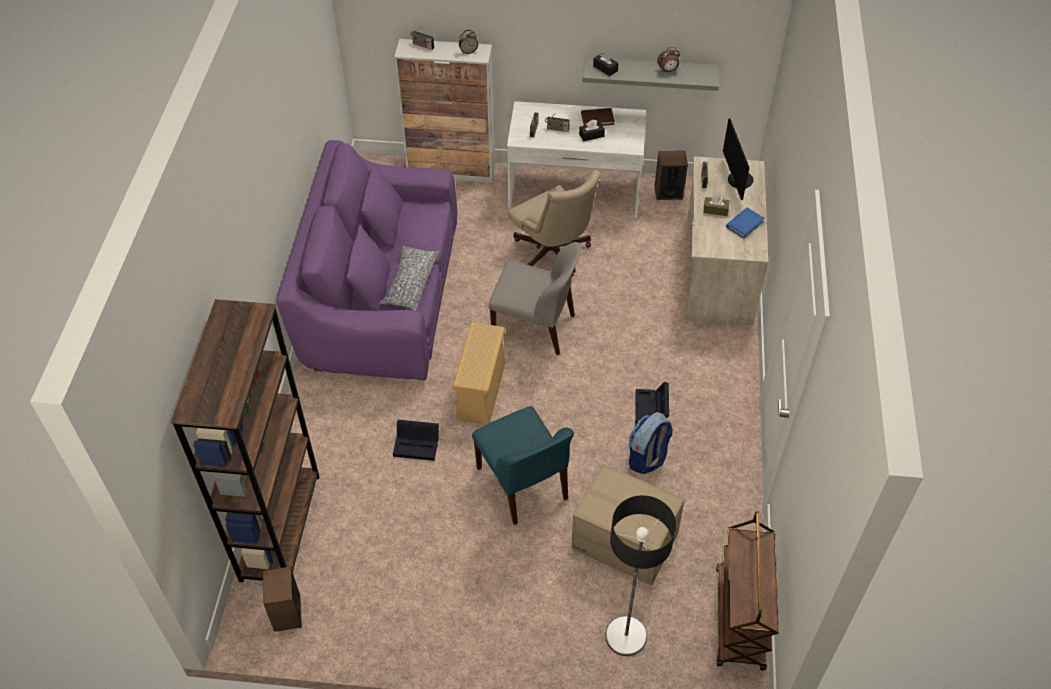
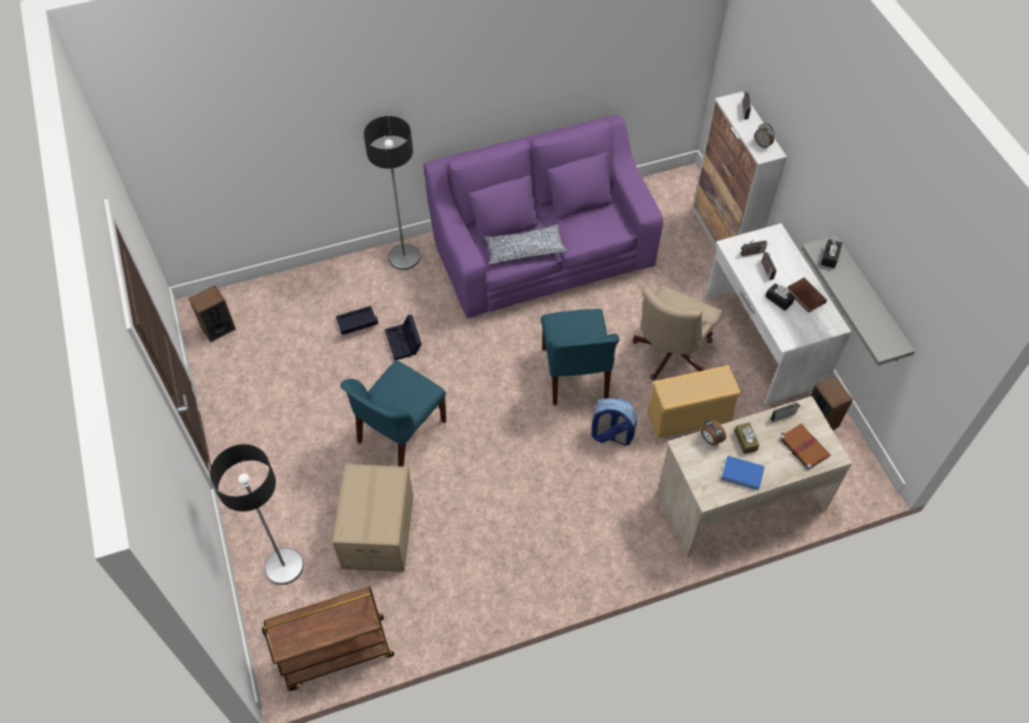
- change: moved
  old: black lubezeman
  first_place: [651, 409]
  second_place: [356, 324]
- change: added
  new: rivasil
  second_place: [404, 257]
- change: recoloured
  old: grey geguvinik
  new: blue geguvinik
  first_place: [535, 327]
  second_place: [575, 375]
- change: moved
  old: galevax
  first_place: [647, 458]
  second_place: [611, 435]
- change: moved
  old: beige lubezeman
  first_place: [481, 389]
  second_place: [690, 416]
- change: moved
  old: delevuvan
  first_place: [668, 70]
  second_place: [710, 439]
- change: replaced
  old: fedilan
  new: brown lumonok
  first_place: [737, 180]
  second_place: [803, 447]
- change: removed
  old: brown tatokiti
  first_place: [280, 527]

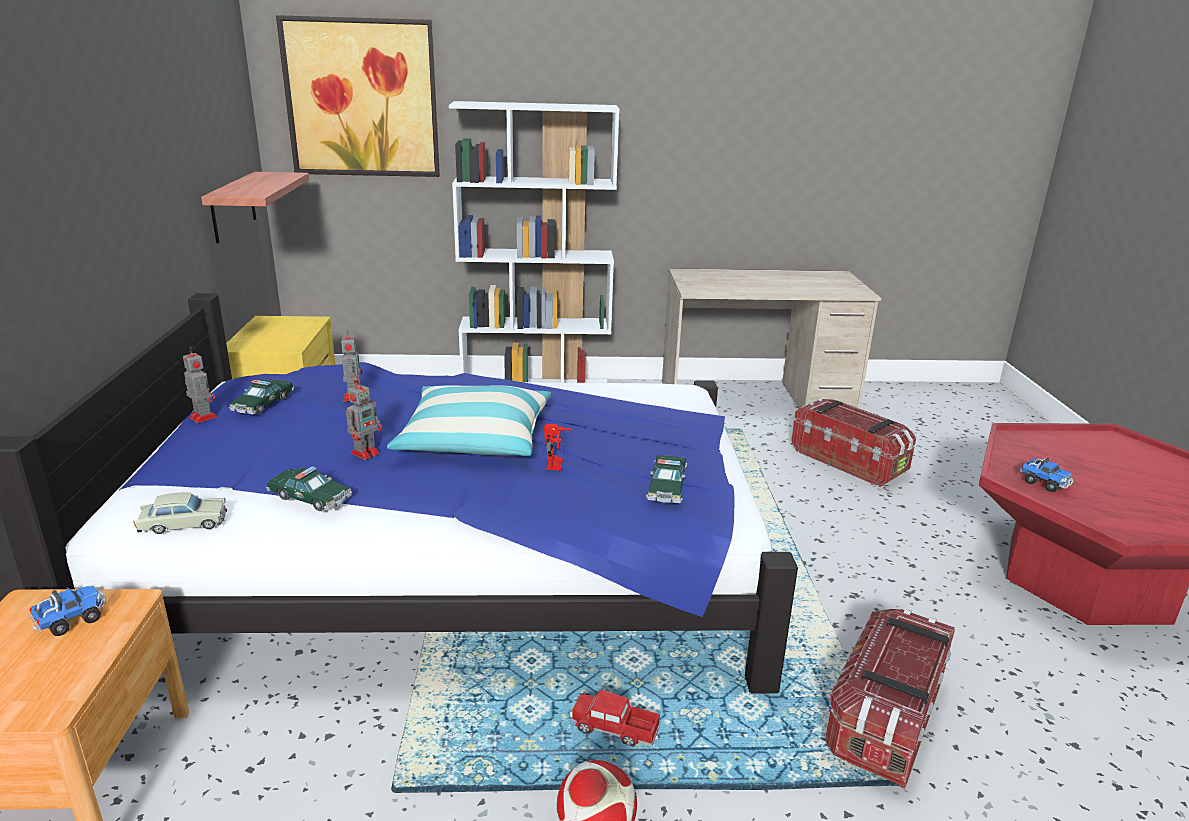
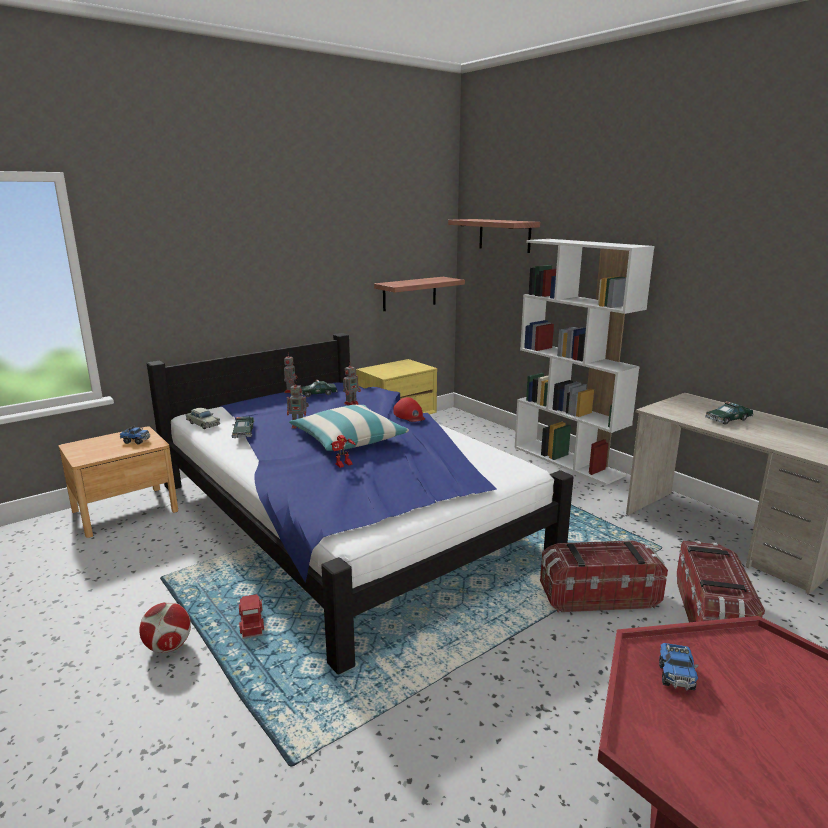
- change: added
  new: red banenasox
  second_place: [409, 415]
- change: replaced
  old: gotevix
  new: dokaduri
  first_place: [362, 98]
  second_place: [504, 235]
- change: moved
  old: lubezeman
  first_place: [885, 719]
  second_place: [598, 595]
- change: moved
  old: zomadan
  first_place: [667, 487]
  second_place: [728, 419]

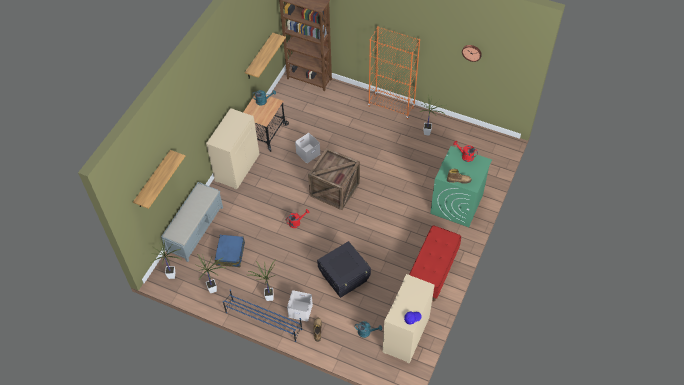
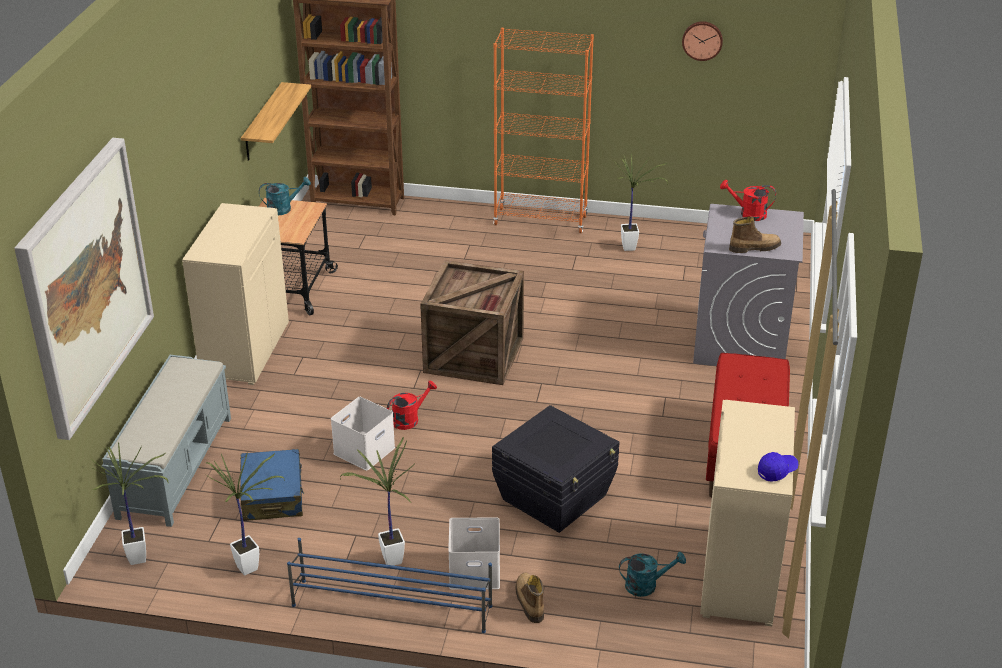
- change: replaced
  old: dokaduri
  new: gotevix
  first_place: [153, 180]
  second_place: [85, 285]
- change: moved
  old: white lubezeman
  first_place: [308, 153]
  second_place: [364, 449]
- change: recoloured
  old: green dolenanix
  new: grey dolenanix
  first_place: [457, 204]
  second_place: [740, 342]

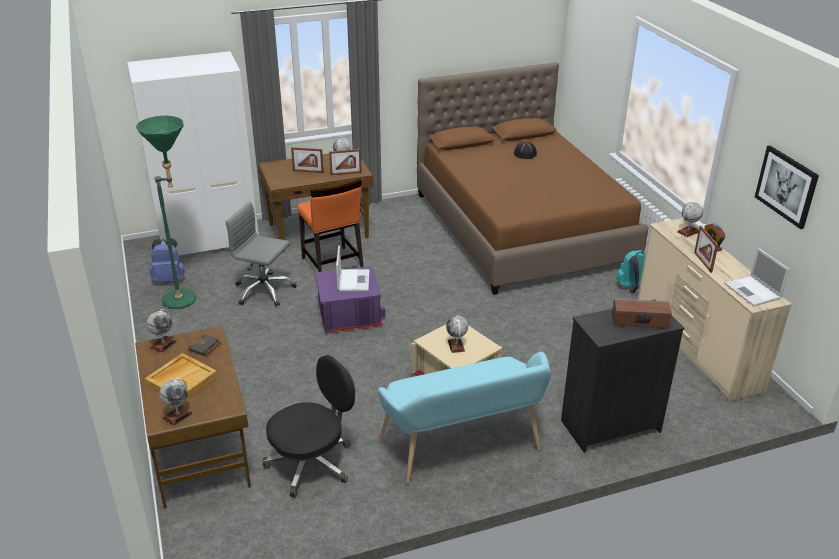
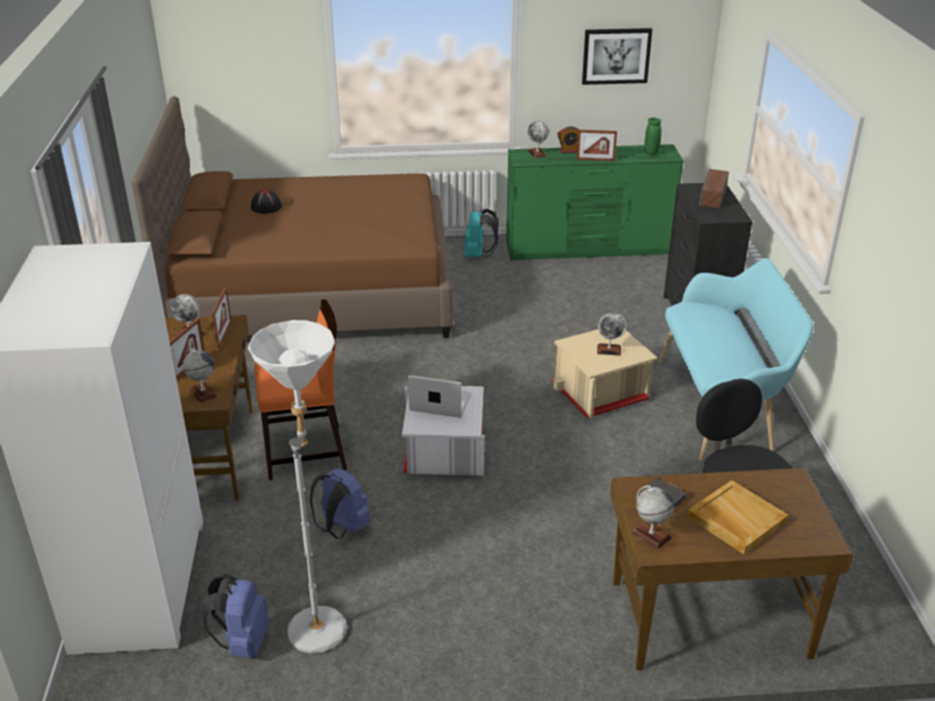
- change: moved
  old: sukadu
  first_place: [178, 415]
  second_place: [203, 393]
- change: recoloured
  old: green rivasil
  new: white rivasil
  first_place: [187, 299]
  second_place: [320, 621]
- change: replaced
  old: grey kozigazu
  new: blue galevax
  first_place: [264, 291]
  second_place: [341, 528]
- change: recoloured
  old: purple lubezeman
  new: white lubezeman
  first_place: [348, 315]
  second_place: [443, 453]
- change: recoloured
  old: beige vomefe
  new: green vomefe
  first_place: [696, 347]
  second_place: [588, 249]
- change: replaced
  old: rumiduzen
  new: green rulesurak
  first_place: [753, 291]
  second_place: [651, 152]

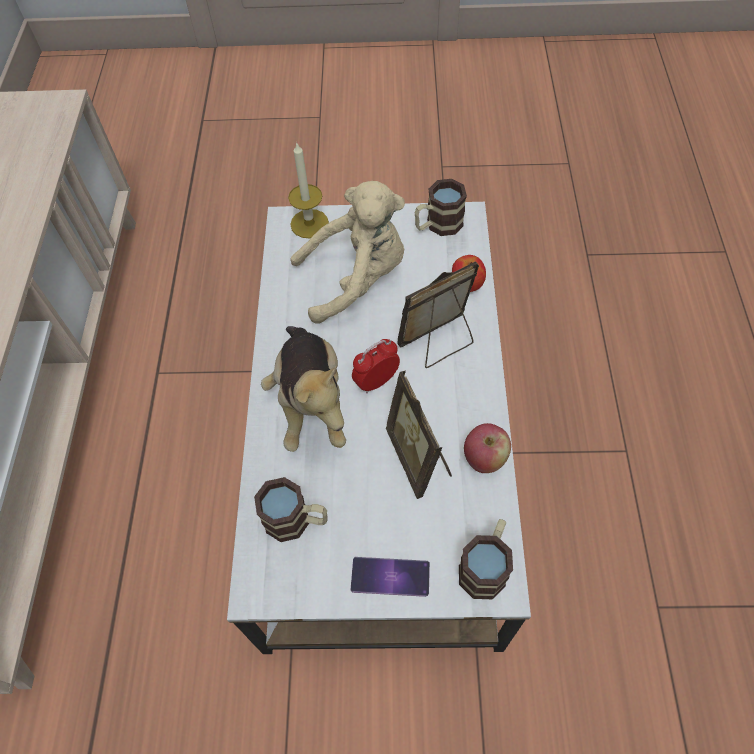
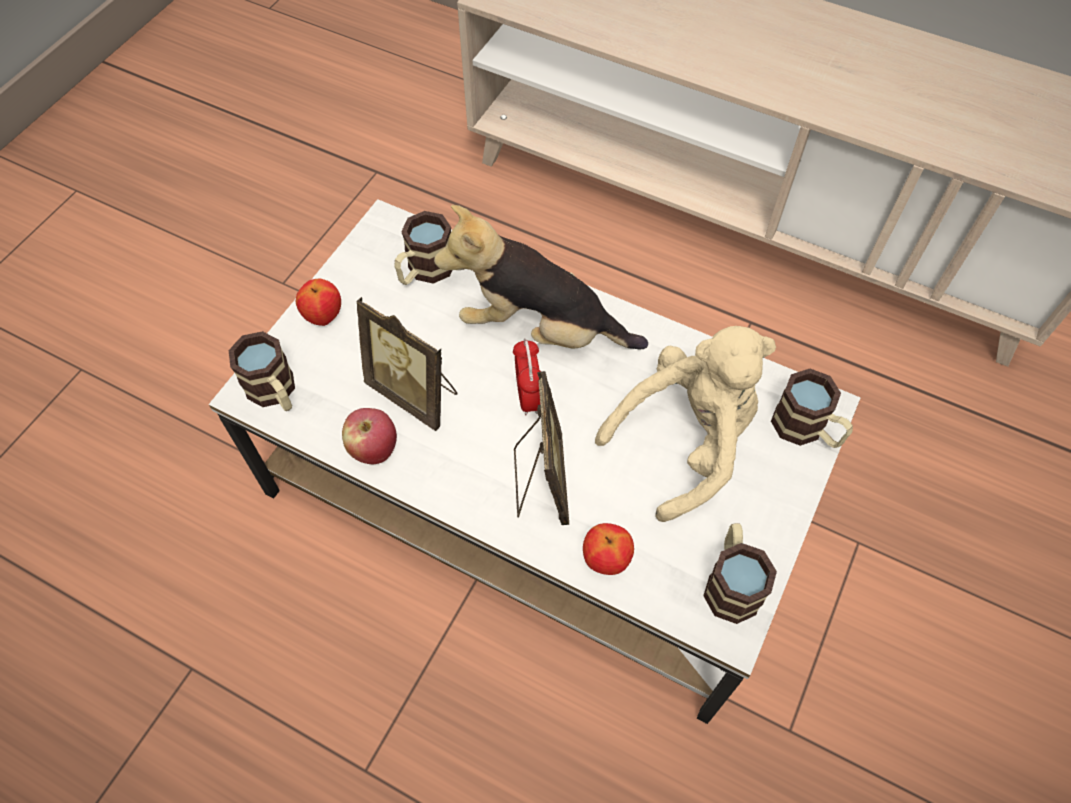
- change: replaced
  old: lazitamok
  new: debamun
  first_place: [390, 576]
  second_place: [324, 317]
- change: turned
  old: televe
  first_place: [420, 458]
  second_place: [415, 393]
  degrees: -150
- change: turned
  old: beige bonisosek
  first_place: [356, 278]
  second_place: [685, 442]
  degrees: -135
- change: replaced
  old: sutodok
  new: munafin
  first_place: [309, 223]
  second_place: [806, 430]

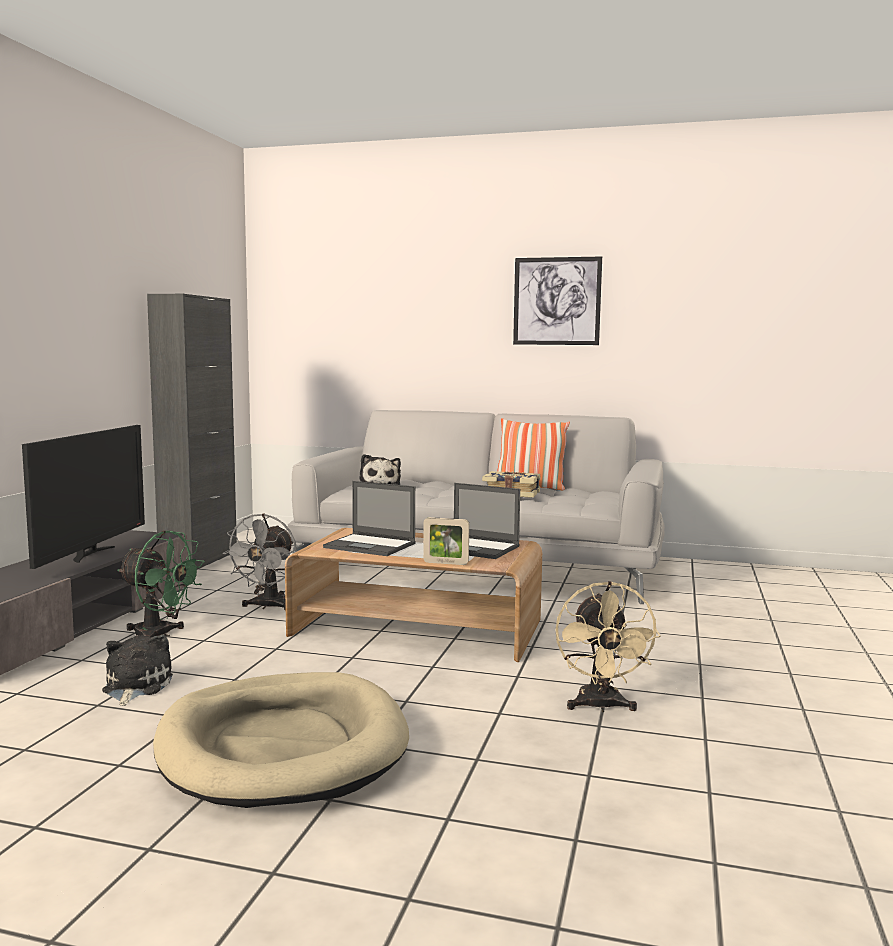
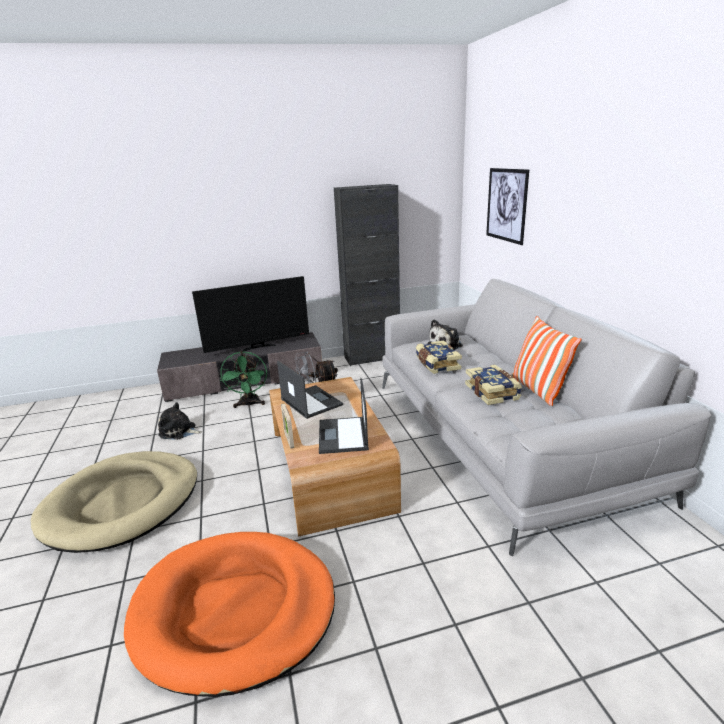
- change: replaced
  old: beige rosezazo
  new: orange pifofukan
  first_place: [601, 706]
  second_place: [234, 611]
- change: turned
  old: bonisosek
  first_place: [135, 686]
  second_place: [179, 431]
  degrees: -135
- change: turned
  old: rumiduzen
  first_place: [371, 545]
  second_place: [310, 402]
  degrees: 150
- change: added
  new: lumonok
  second_place: [436, 364]
- change: moved
  old: gotevix
  first_place: [557, 301]
  second_place: [506, 205]

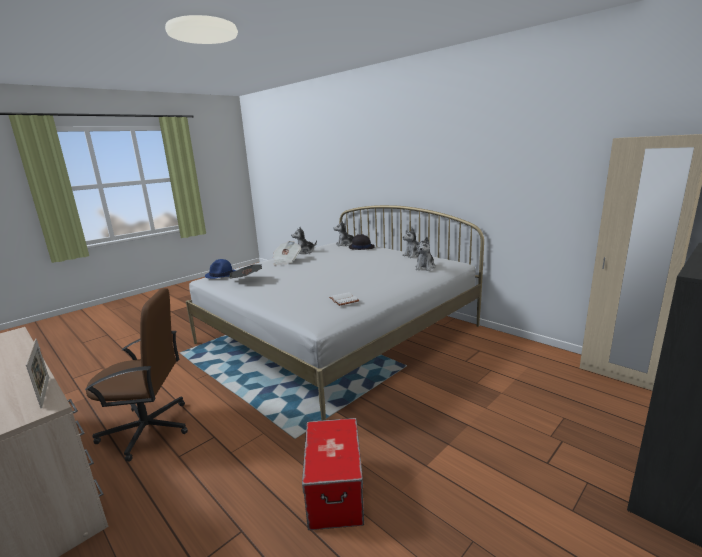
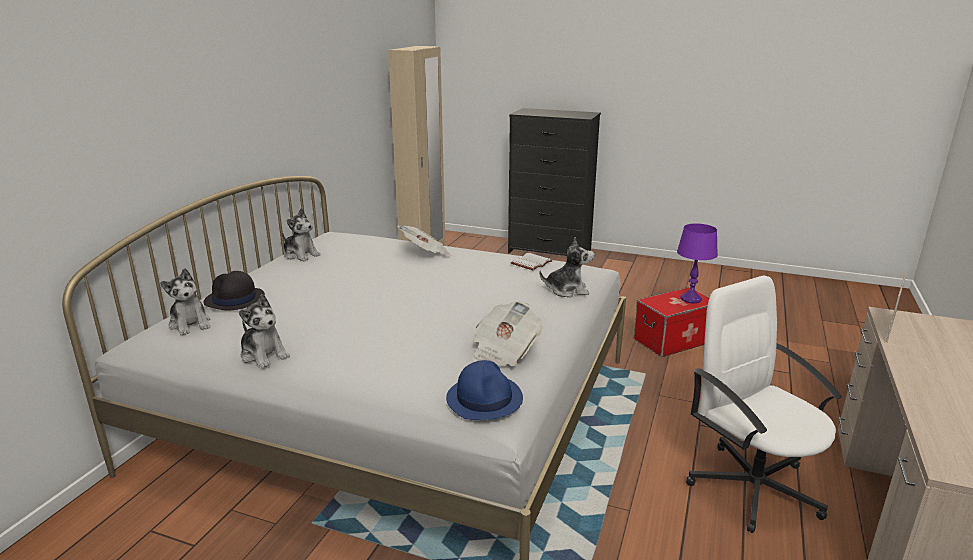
- change: moved
  old: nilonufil
  first_place: [286, 261]
  second_place: [425, 253]
- change: moved
  old: bonisosek
  first_place: [425, 267]
  second_place: [567, 290]
- change: added
  new: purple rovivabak
  second_place: [690, 299]
- change: recoloured
  old: brown kozigazu
  new: white kozigazu
  first_place: [148, 429]
  second_place: [752, 486]

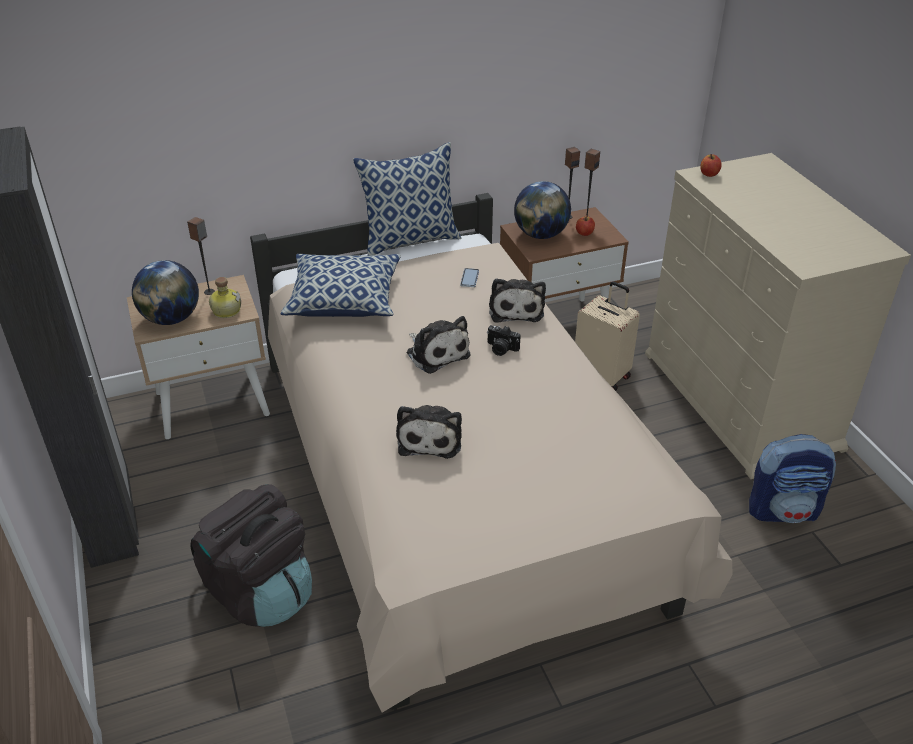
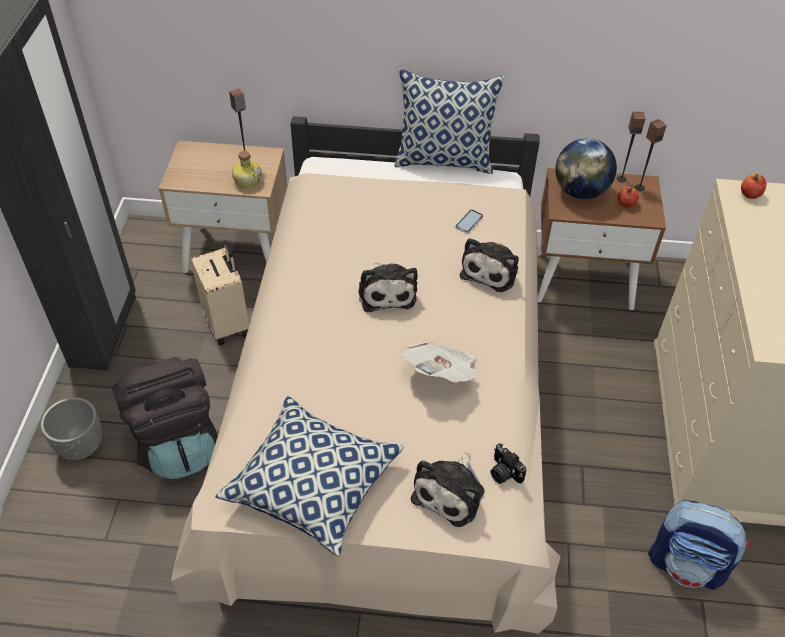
- change: added
  new: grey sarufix
  second_place: [81, 446]
- change: moved
  old: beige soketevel
  first_place: [602, 375]
  second_place: [228, 324]
- change: moved
  old: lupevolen
  first_place: [344, 300]
  second_place: [313, 484]
- change: added
  new: nilonufil
  second_place: [442, 373]
- change: moved
  old: bonisosek
  first_place: [430, 438]
  second_place: [451, 492]
- change: moved
  old: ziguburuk
  first_place: [501, 349]
  second_place: [503, 472]
- change: removed
  old: sukadu
  first_place: [171, 319]

